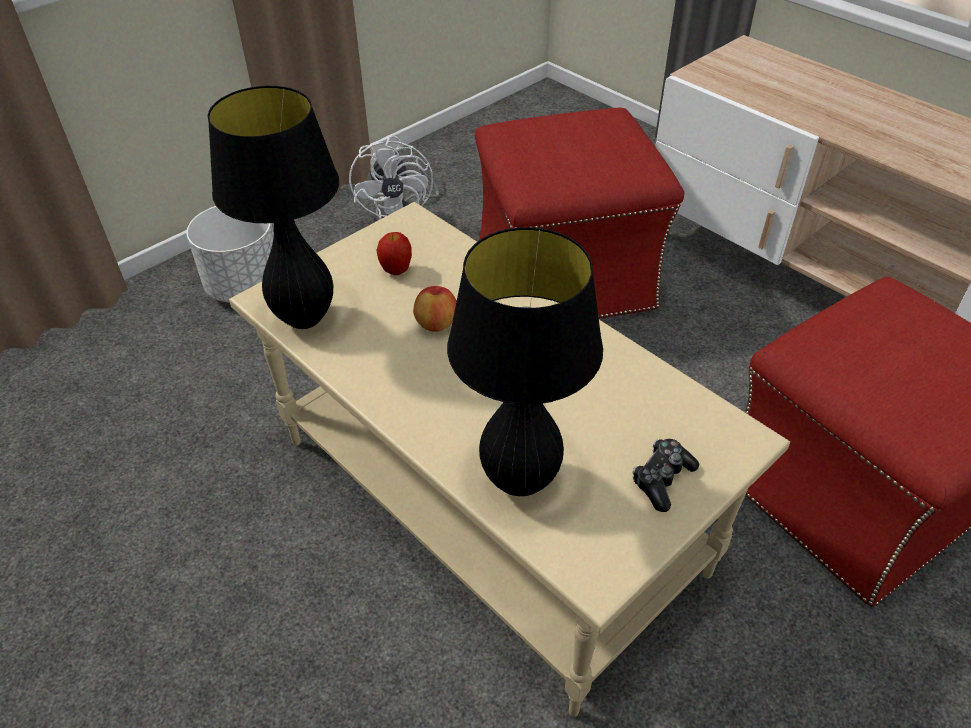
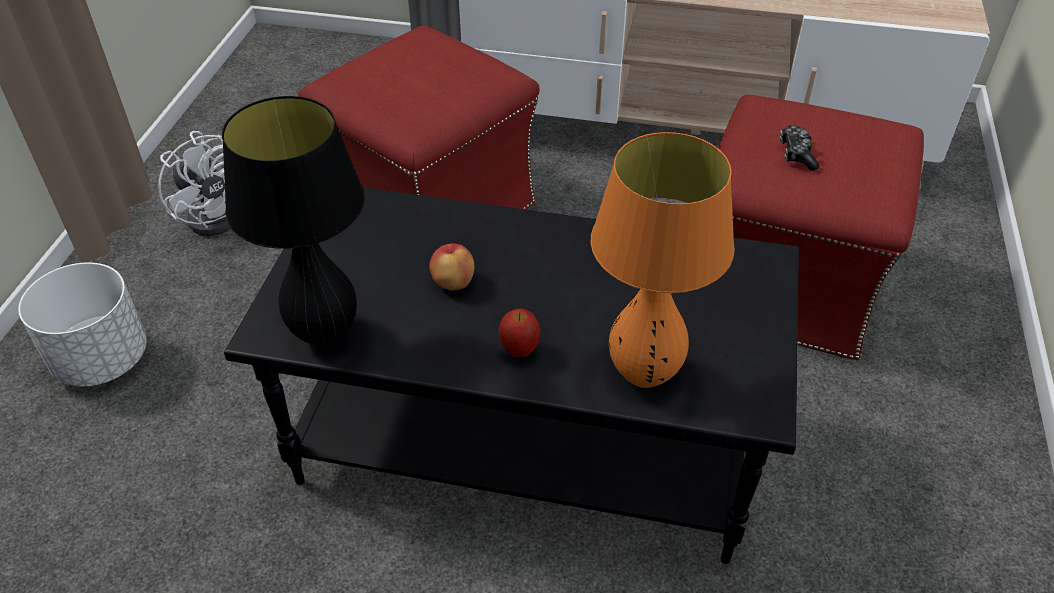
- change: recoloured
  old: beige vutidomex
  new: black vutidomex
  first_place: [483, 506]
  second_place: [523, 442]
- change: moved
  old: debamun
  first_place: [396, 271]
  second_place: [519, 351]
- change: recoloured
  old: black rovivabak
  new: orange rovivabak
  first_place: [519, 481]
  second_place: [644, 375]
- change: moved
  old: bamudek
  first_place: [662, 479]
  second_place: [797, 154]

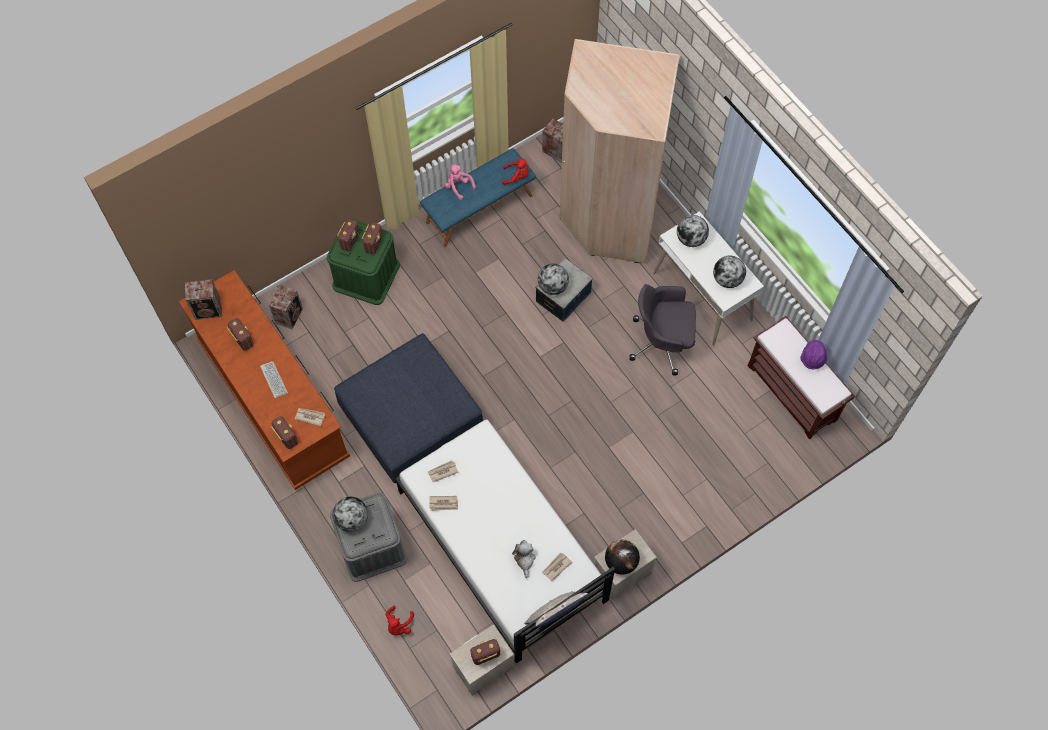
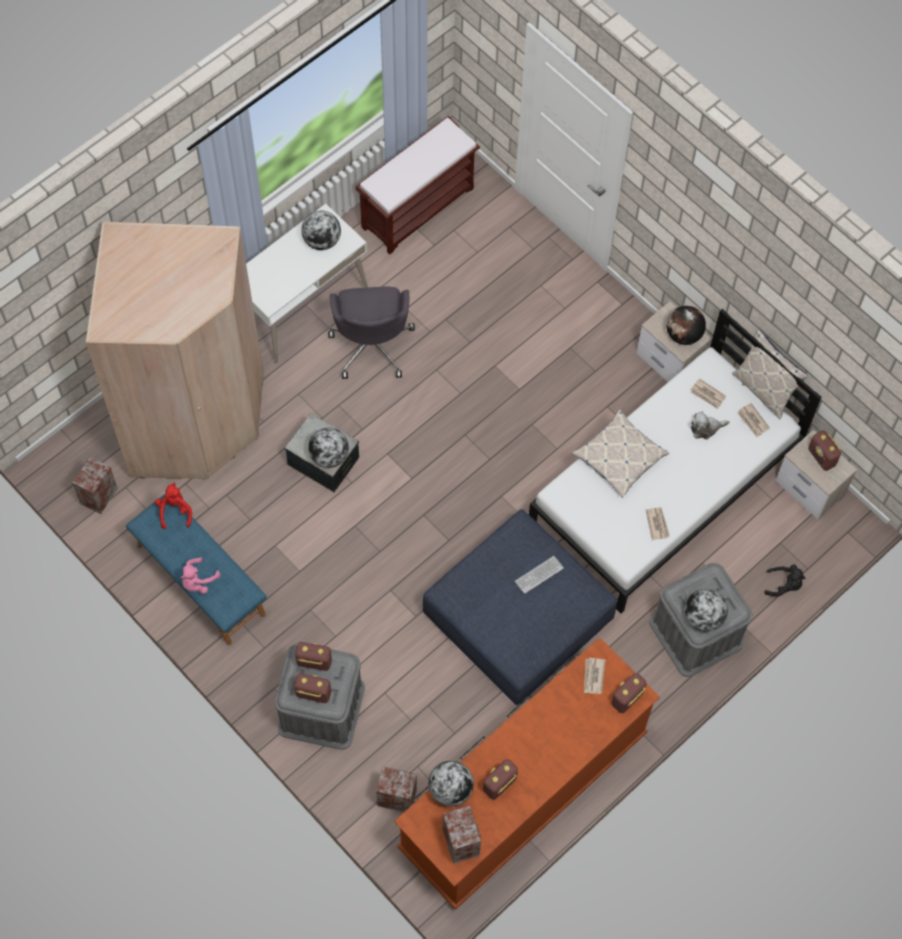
- change: recoloured
  old: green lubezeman
  new: grey lubezeman
  first_place: [366, 275]
  second_place: [321, 708]
- change: moved
  old: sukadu
  first_place: [690, 239]
  second_place: [450, 790]
- change: moved
  old: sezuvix
  first_place: [274, 379]
  second_place: [539, 575]
- change: added
  new: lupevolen
  second_place: [619, 457]
- change: moved
  old: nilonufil
  first_place: [442, 471]
  second_place: [752, 421]
- change: recoloured
  old: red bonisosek
  new: black bonisosek
  first_place: [398, 625]
  second_place: [784, 585]
- change: removed
  old: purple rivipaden
  first_place: [812, 359]

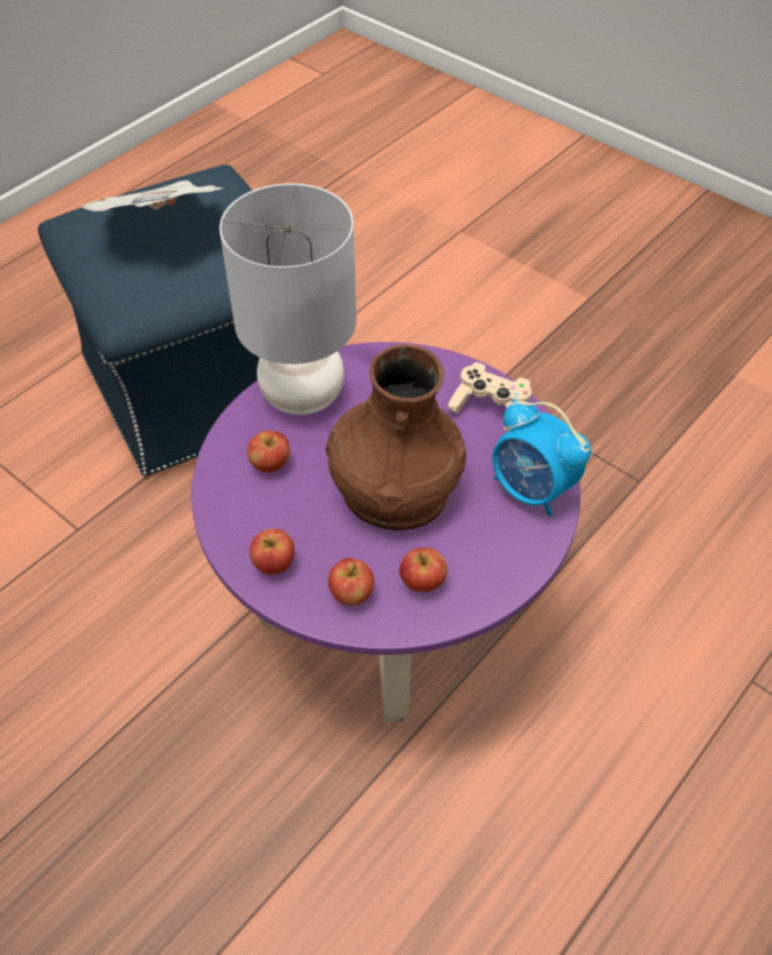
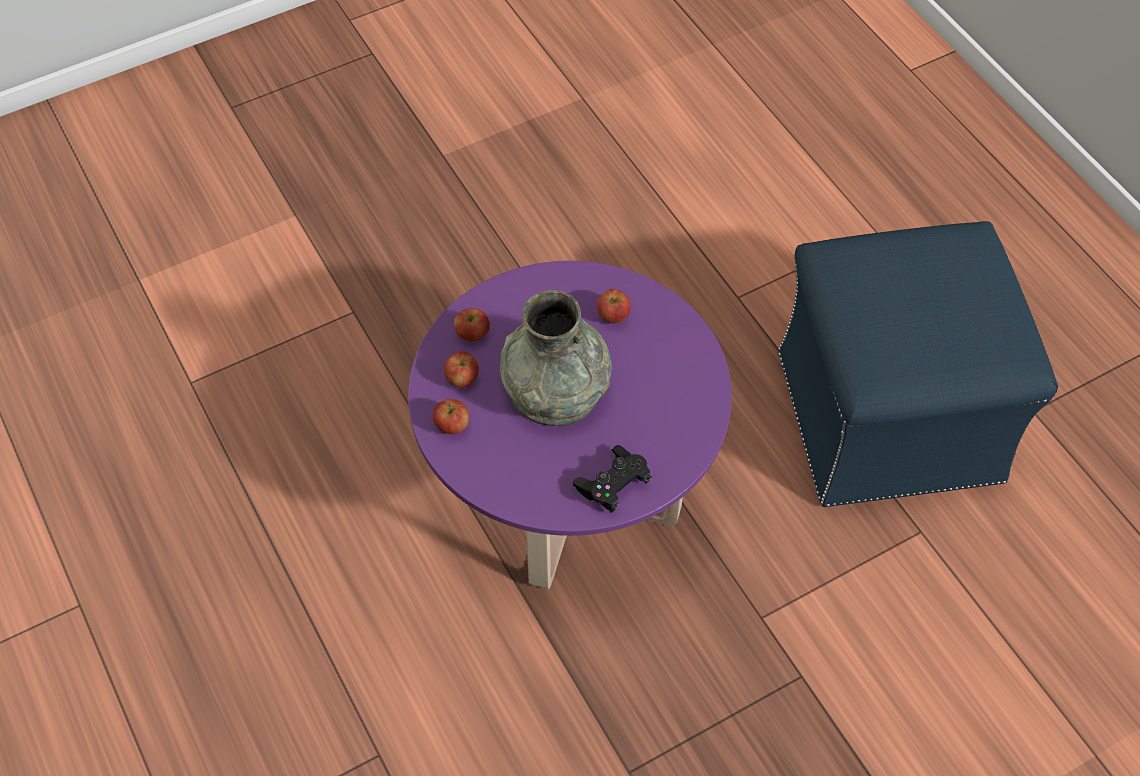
- change: moved
  old: debamun
  first_place: [274, 564]
  second_place: [452, 426]
- change: recoloured
  old: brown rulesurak
  new: grey rulesurak
  first_place: [395, 488]
  second_place: [555, 389]
- change: recoloured
  old: beige bamudek
  new: black bamudek
  first_place: [490, 407]
  second_place: [613, 485]
- change: removed
  old: nilonufil
  first_place: [163, 226]
- change: removed
  old: grey rovivabak
  first_place: [303, 394]
- change: removed
  old: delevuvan
  first_place: [532, 490]

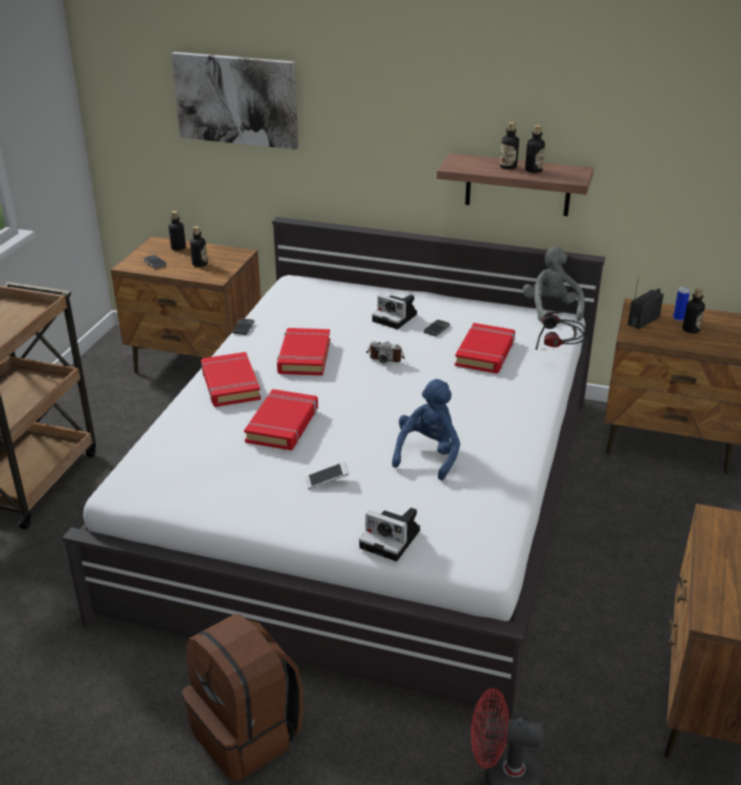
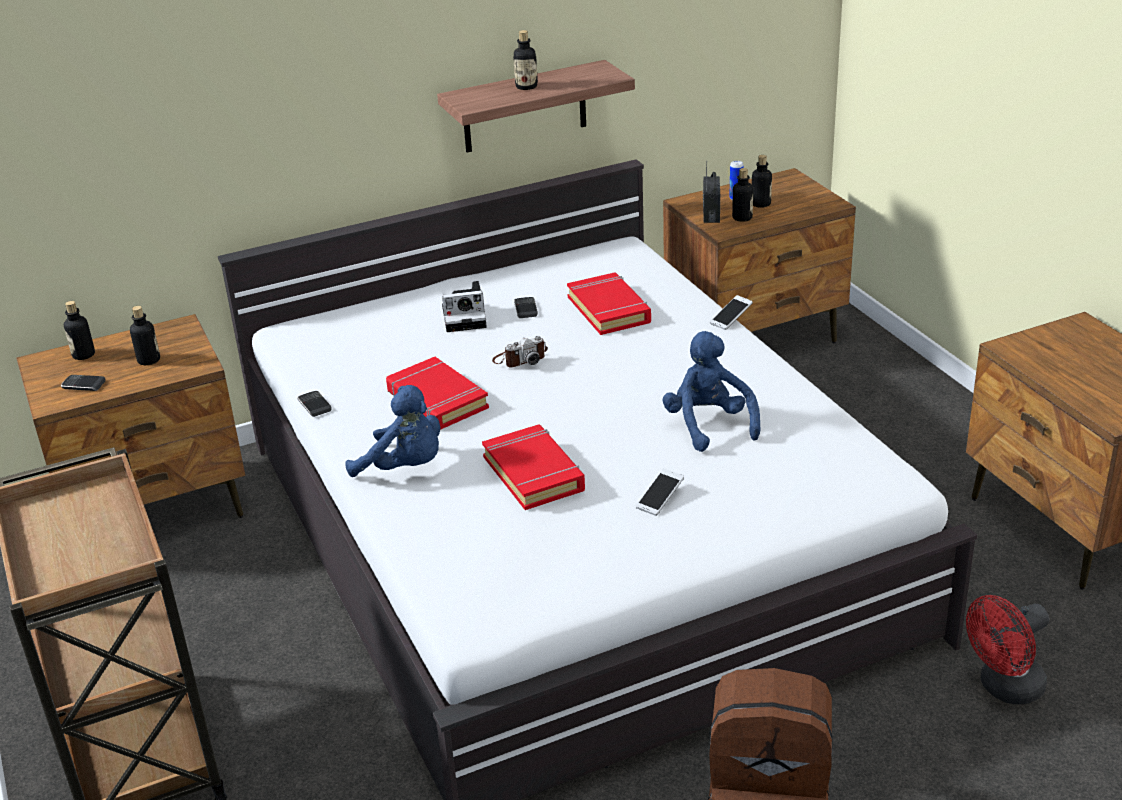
- change: replaced
  old: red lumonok
  new: blue bonisosek
  first_place: [230, 384]
  second_place: [405, 467]
- change: added
  new: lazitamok
  second_place: [731, 318]
- change: moved
  old: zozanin
  first_place: [533, 170]
  second_place: [742, 218]
- change: removed
  old: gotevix
  first_place: [236, 99]
- change: removed
  old: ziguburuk
  first_place: [392, 539]
- change: removed
  old: grey bonisosek
  first_place: [551, 309]
- change: removed
  old: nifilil
  first_place: [558, 355]

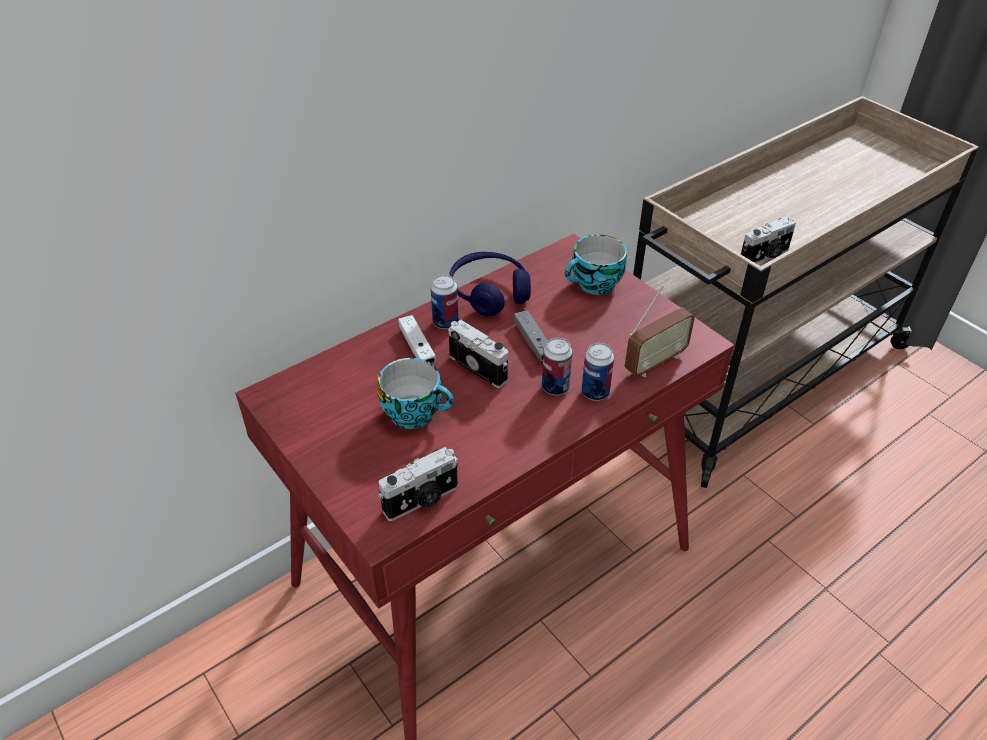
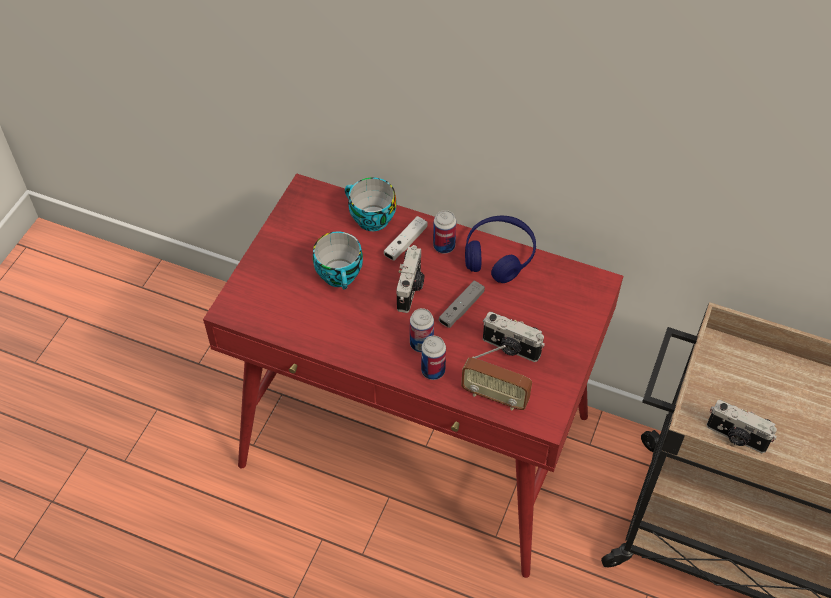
- change: moved
  old: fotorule
  first_place: [595, 285]
  second_place: [370, 218]
- change: moved
  old: ziguburuk
  first_place: [422, 500]
  second_place: [510, 348]

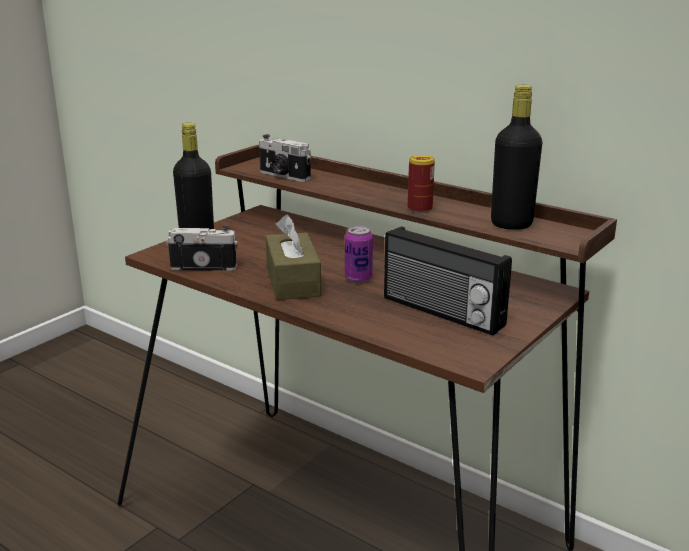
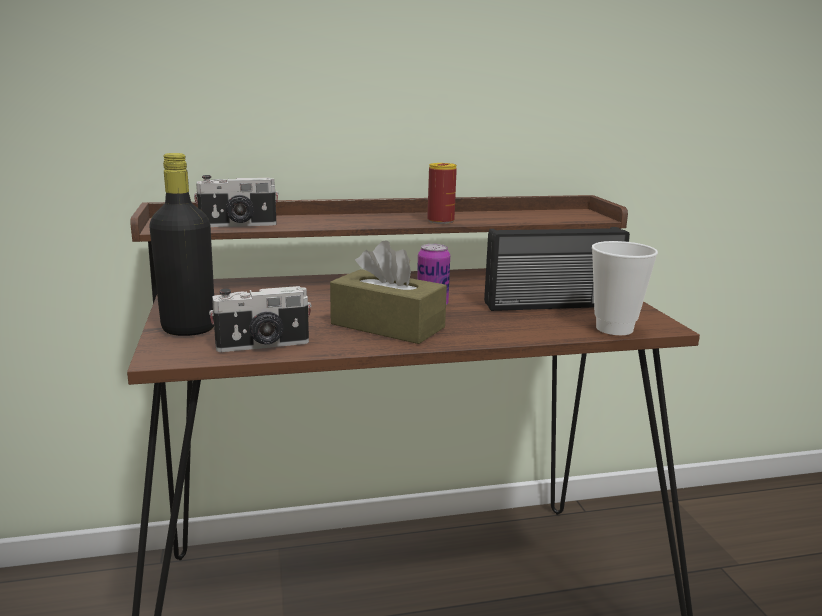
- change: turned
  old: ziguburuk
  first_place: [204, 266]
  second_place: [263, 345]
  degrees: -150
- change: added
  new: fotorule
  second_place: [614, 329]
- change: removed
  old: black zozanin
  first_place: [511, 224]

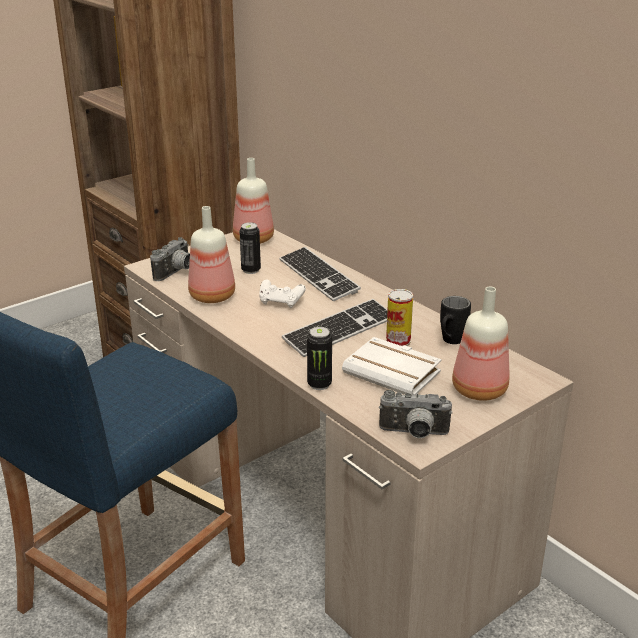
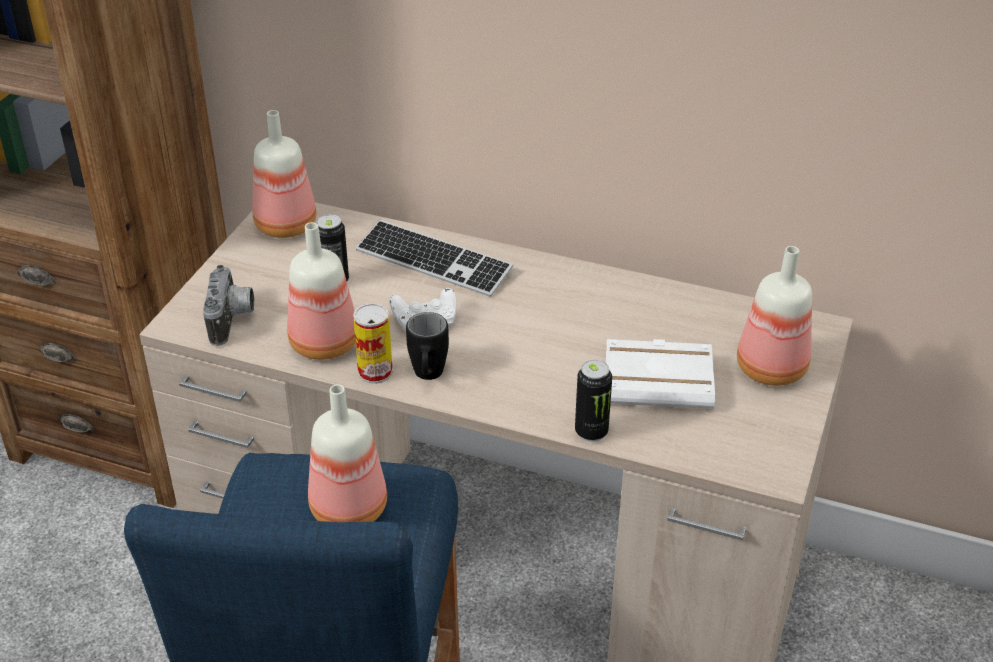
- change: added
  new: zozanin
  second_place: [351, 510]
- change: moved
  old: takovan
  first_place: [398, 341]
  second_place: [375, 372]
- change: moved
  old: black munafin
  first_place: [450, 342]
  second_place: [428, 377]
- change: removed
  old: sezuvix
  first_place: [340, 330]
- change: removed
  old: ziguburuk
  first_place: [414, 434]

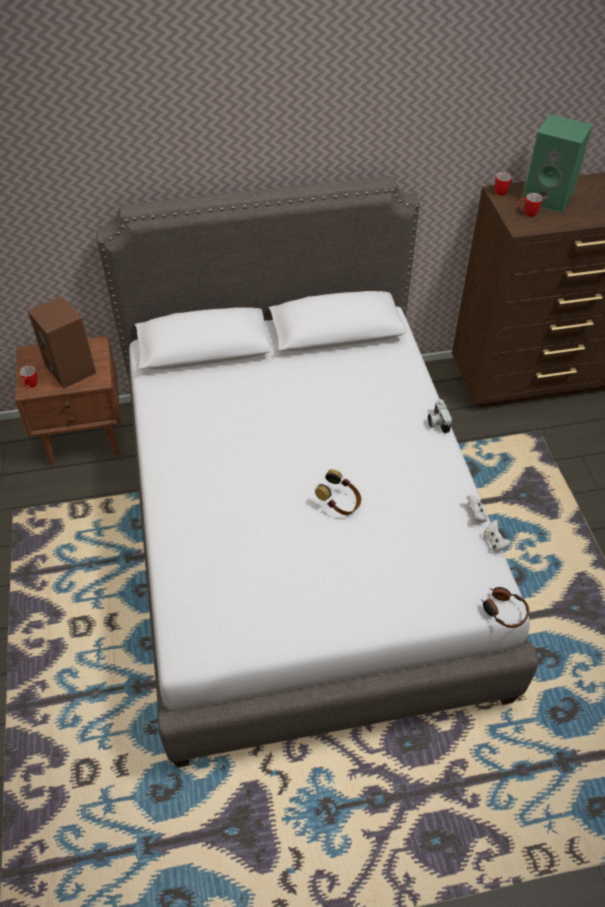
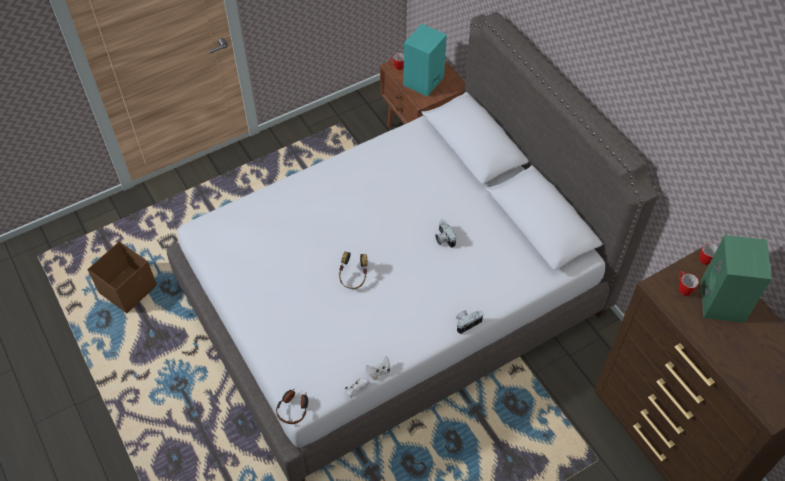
- change: added
  new: brown lubezeman
  second_place: [129, 289]
- change: recoloured
  old: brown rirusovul
  new: turquoise rirusovul
  first_place: [72, 369]
  second_place: [423, 82]
- change: added
  new: ziguburuk
  second_place: [443, 238]

